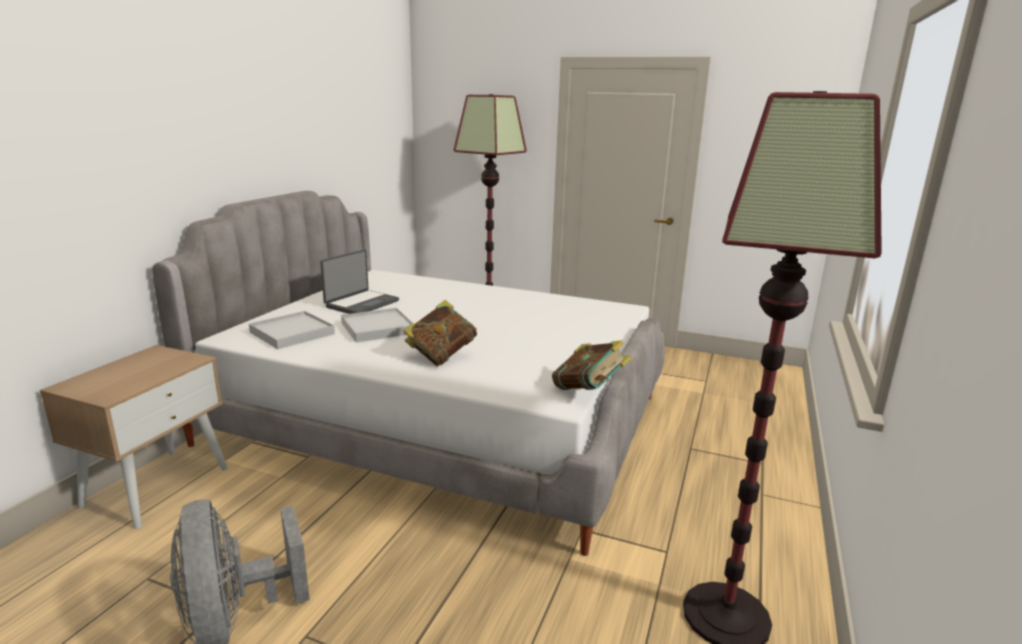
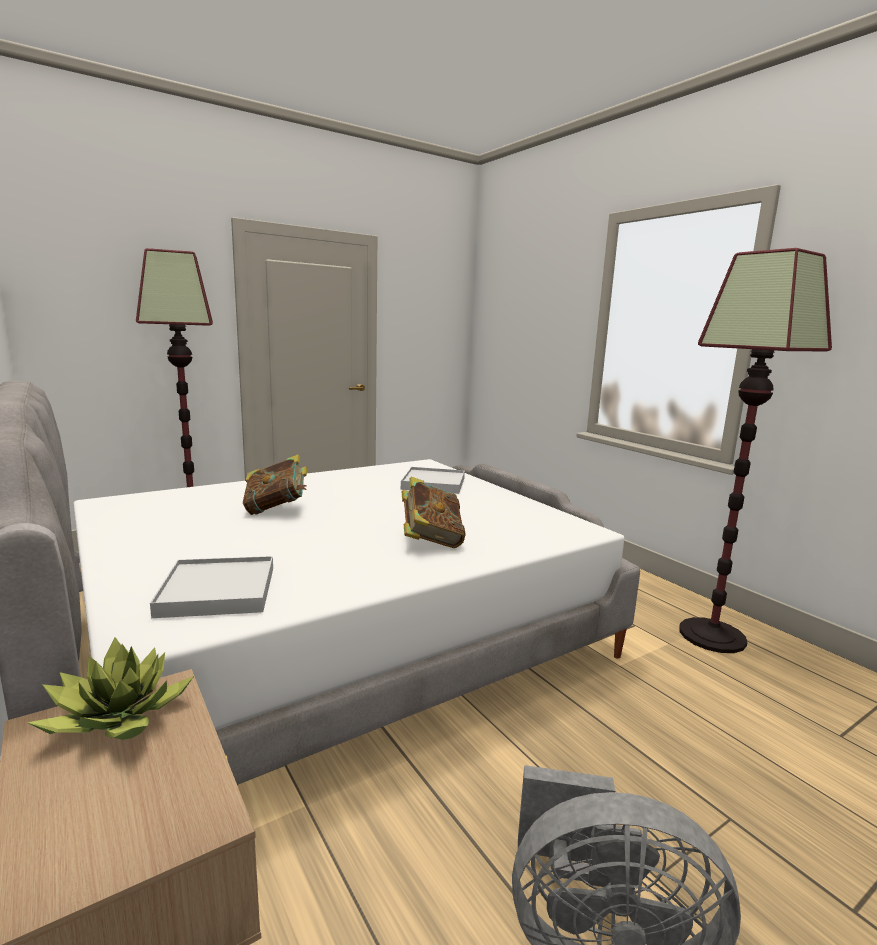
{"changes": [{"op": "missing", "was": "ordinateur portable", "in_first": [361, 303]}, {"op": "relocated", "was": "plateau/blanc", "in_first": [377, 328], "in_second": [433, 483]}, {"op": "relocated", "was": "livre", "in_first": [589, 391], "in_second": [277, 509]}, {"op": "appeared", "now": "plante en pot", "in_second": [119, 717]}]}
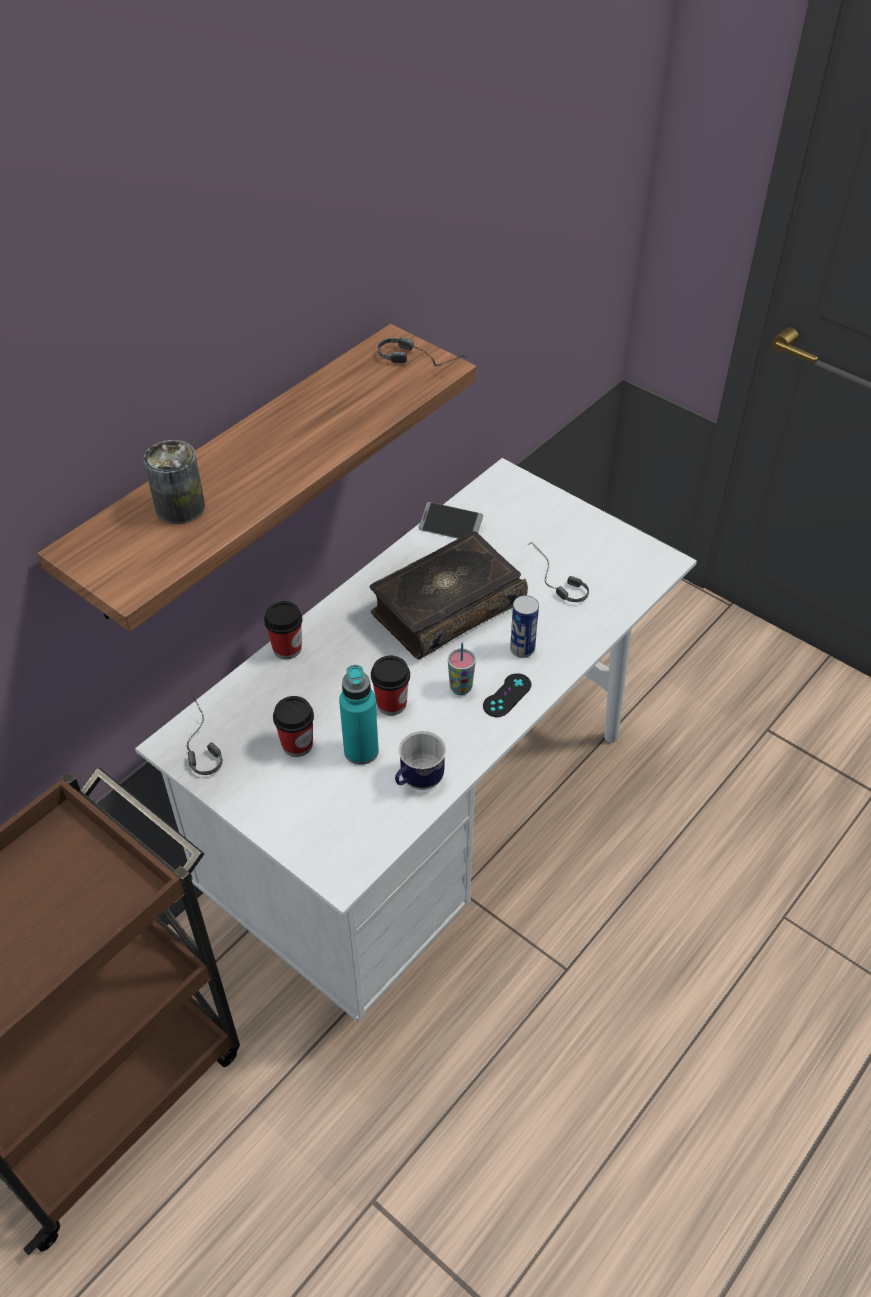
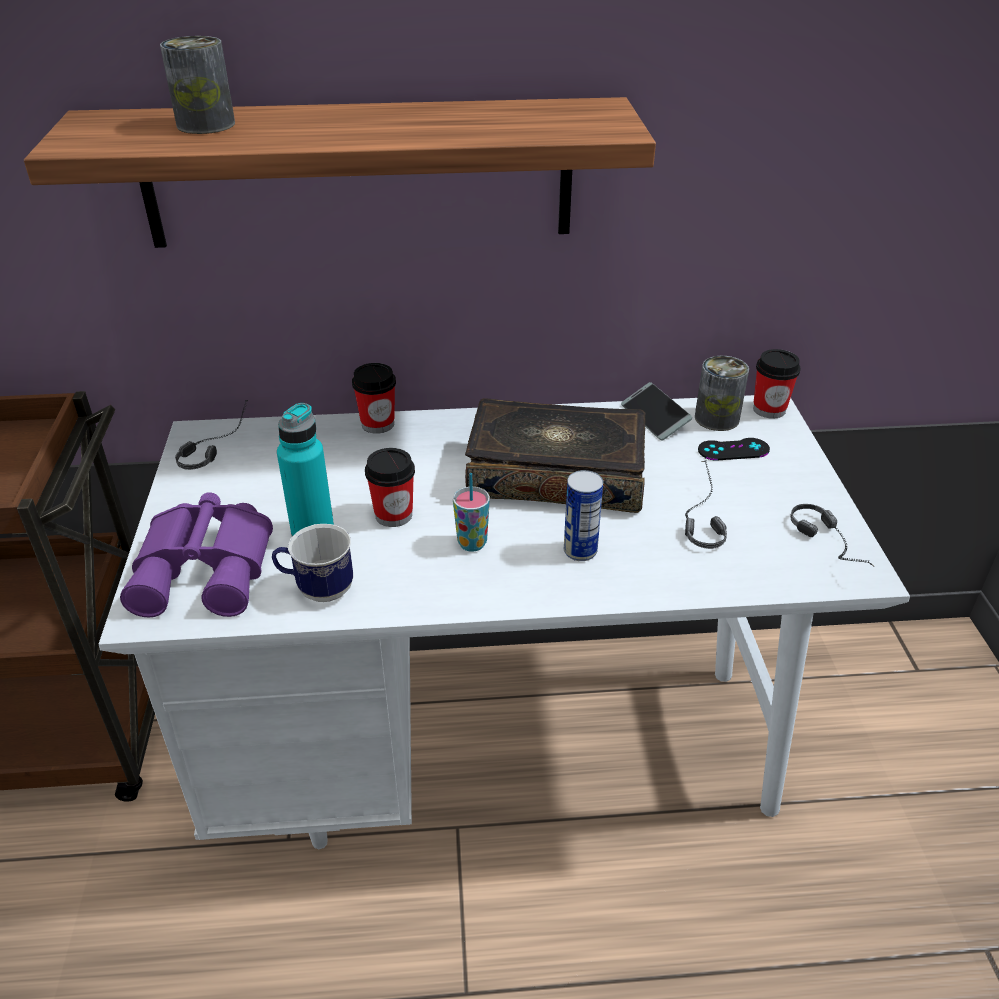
{"changes": [{"op": "relocated", "was": "casque audio", "in_first": [423, 360], "in_second": [835, 546]}, {"op": "relocated", "was": "manette/noir", "in_first": [507, 695], "in_second": [733, 450]}, {"op": "relocated", "was": "tasse", "in_first": [297, 744], "in_second": [769, 409]}, {"op": "appeared", "now": "boîte métallique", "in_second": [717, 418]}, {"op": "appeared", "now": "jumelles/violet", "in_second": [208, 568]}]}
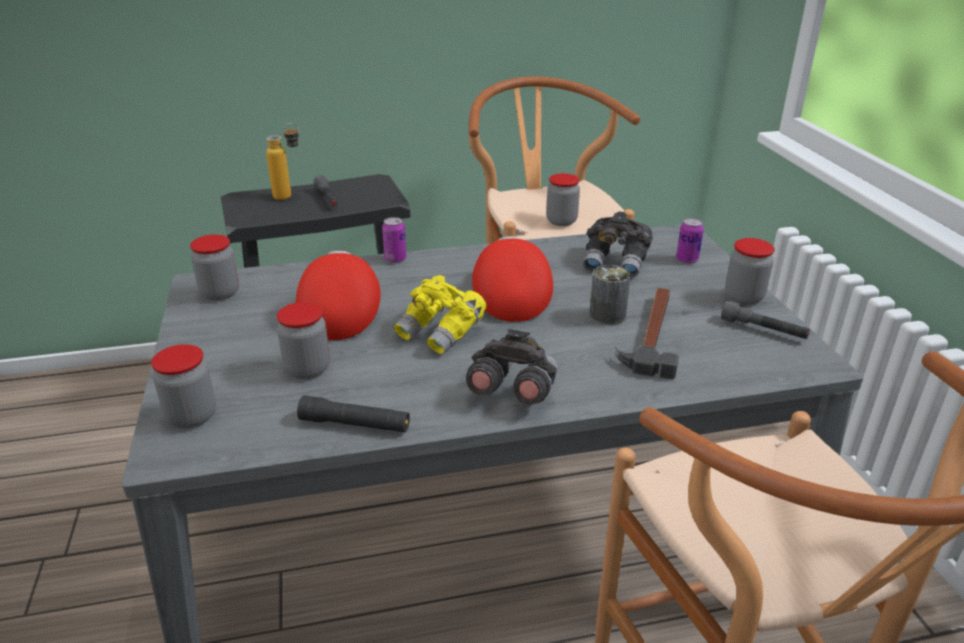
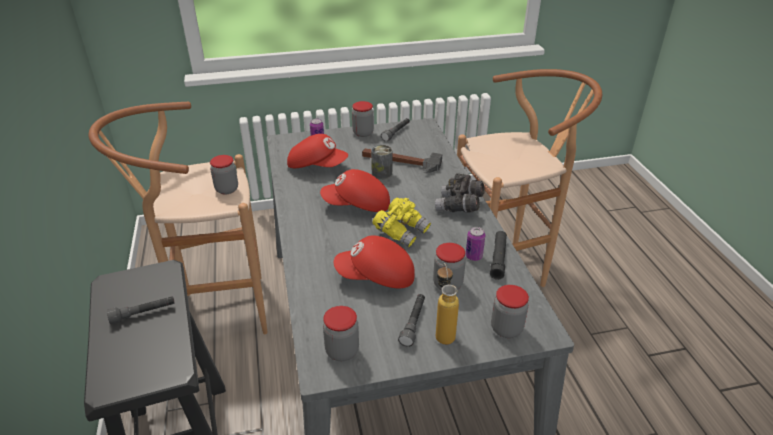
{"changes": [{"op": "relocated", "was": "bouteille", "in_first": [290, 196], "in_second": [443, 331]}, {"op": "exchanged", "was": "jumelles/gris", "now": "casquette/rouge", "in_first": [616, 262], "in_second": [317, 166]}, {"op": "relocated", "was": "boîte métallique", "in_first": [395, 259], "in_second": [474, 256]}, {"op": "appeared", "now": "lampe de poche/gris", "in_second": [413, 323]}]}
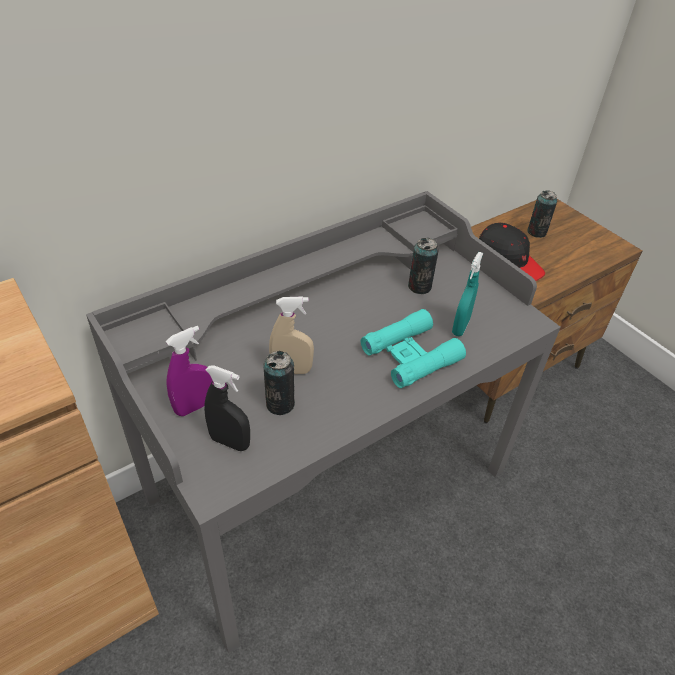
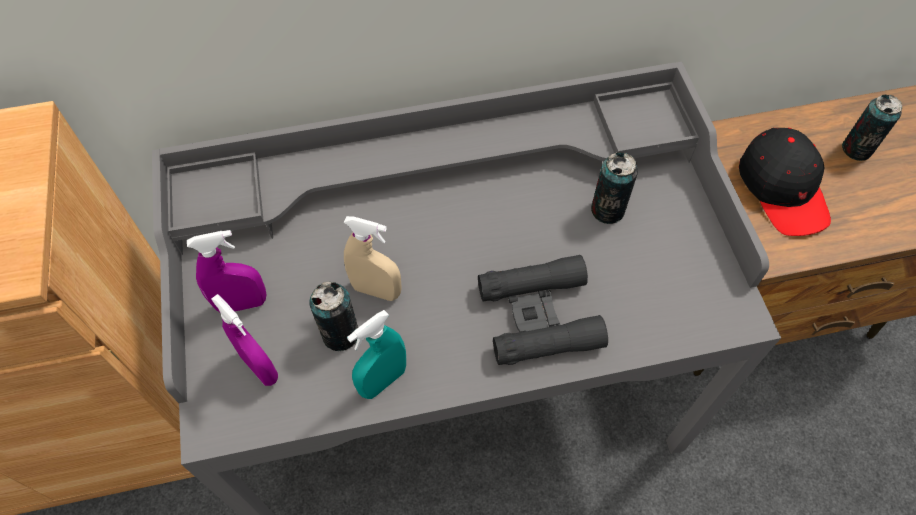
{"changes": [{"op": "relocated", "was": "vaporisateur/turquoise", "in_first": [460, 327], "in_second": [383, 381]}, {"op": "colour", "was": "jumelles/turquoise", "now": "jumelles/noir", "in_first": [410, 355], "in_second": [539, 316]}, {"op": "colour", "was": "vaporisateur/noir", "now": "vaporisateur/violet", "in_first": [230, 442], "in_second": [260, 367]}]}
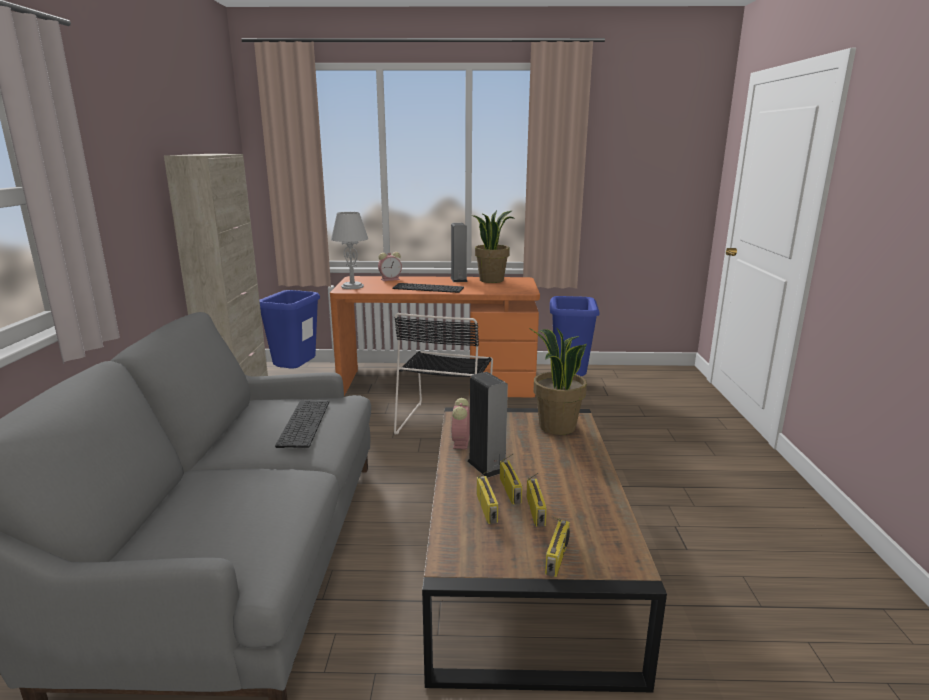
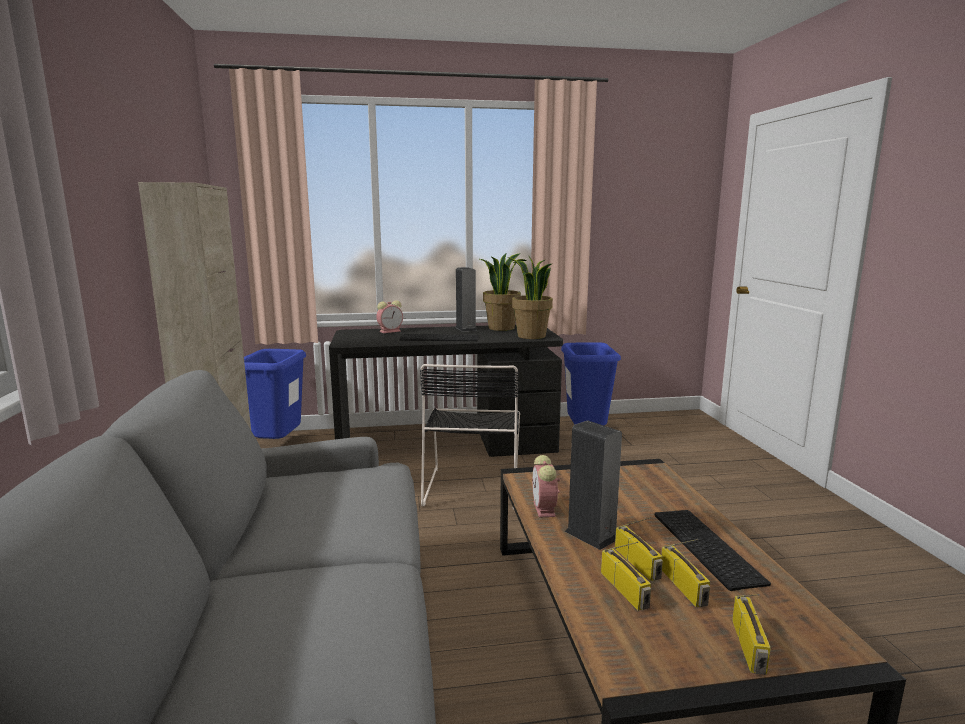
{"changes": [{"op": "missing", "was": "lampe de table/gris", "in_first": [352, 286]}, {"op": "colour", "was": "bureau/orange", "now": "bureau/noir", "in_first": [438, 383], "in_second": [447, 445]}, {"op": "relocated", "was": "plante en pot", "in_first": [556, 427], "in_second": [531, 336]}, {"op": "relocated", "was": "clavier", "in_first": [302, 422], "in_second": [703, 546]}]}
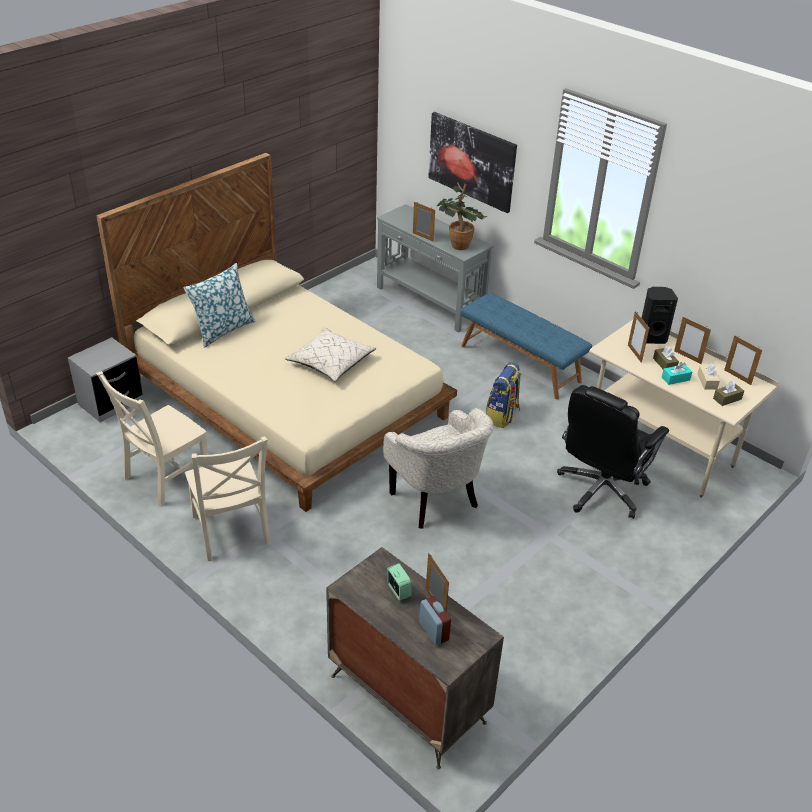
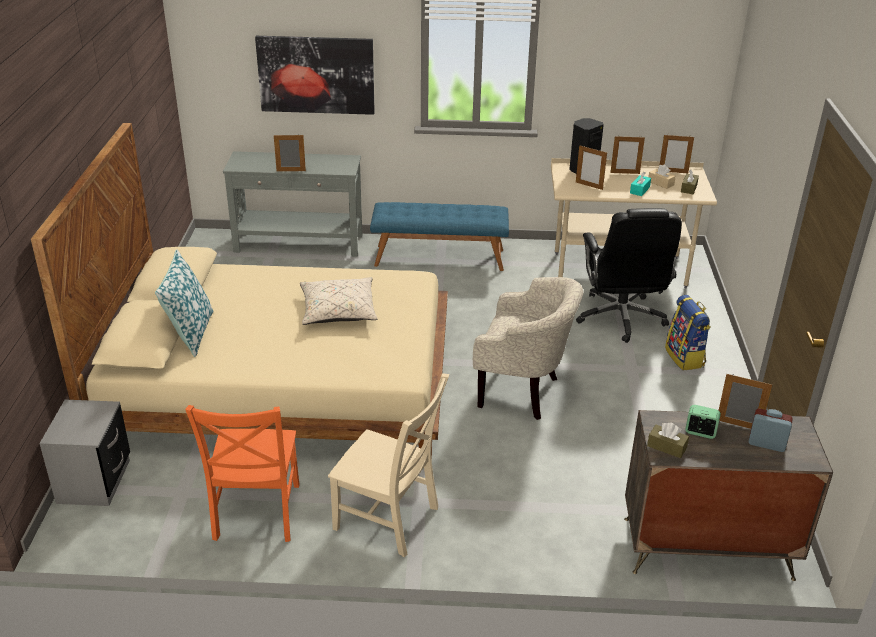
{"changes": [{"op": "missing", "was": "plante en pot", "in_first": [458, 243]}, {"op": "relocated", "was": "boîte à mouchoirs/marron", "in_first": [664, 364], "in_second": [666, 447]}, {"op": "relocated", "was": "sac à dos", "in_first": [502, 416], "in_second": [685, 357]}, {"op": "colour", "was": "chaise/beige", "now": "chaise/orange", "in_first": [164, 478], "in_second": [256, 515]}]}
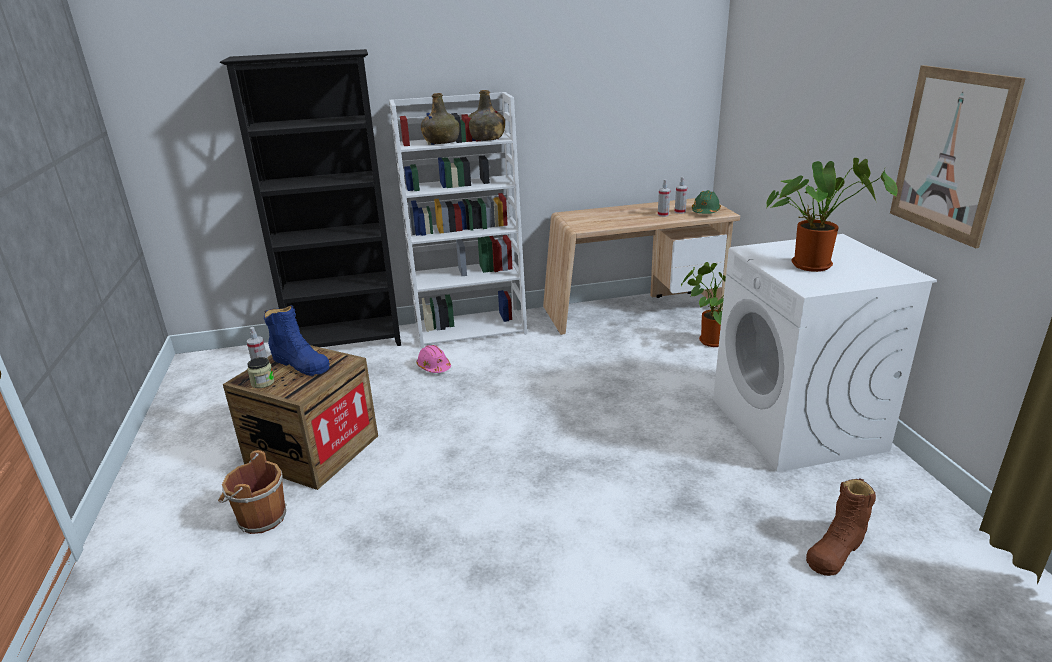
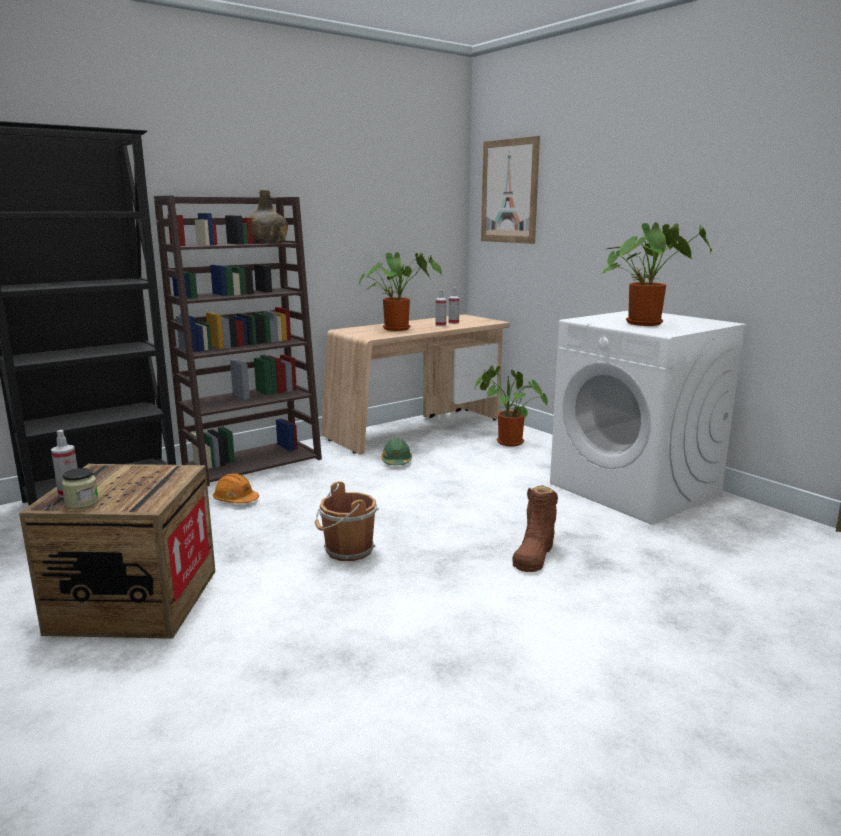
{"changes": [{"op": "relocated", "was": "tableau", "in_first": [950, 154], "in_second": [509, 191]}, {"op": "colour", "was": "bibliothèque/blanc", "now": "bibliothèque/marron", "in_first": [471, 328], "in_second": [253, 462]}, {"op": "missing", "was": "bouteille/vert", "in_first": [442, 141]}, {"op": "relocated", "was": "casque de chantier/vert", "in_first": [705, 211], "in_second": [396, 461]}, {"op": "missing", "was": "botte/bleu", "in_first": [300, 363]}, {"op": "colour", "was": "casque de chantier/rose", "now": "casque de chantier/orange", "in_first": [434, 367], "in_second": [235, 500]}, {"op": "relocated", "was": "seau/marron", "in_first": [259, 518], "in_second": [347, 551]}, {"op": "relocated", "was": "botte/marron", "in_first": [836, 549], "in_second": [534, 554]}, {"op": "appeared", "now": "plante en pot", "in_second": [399, 328]}]}
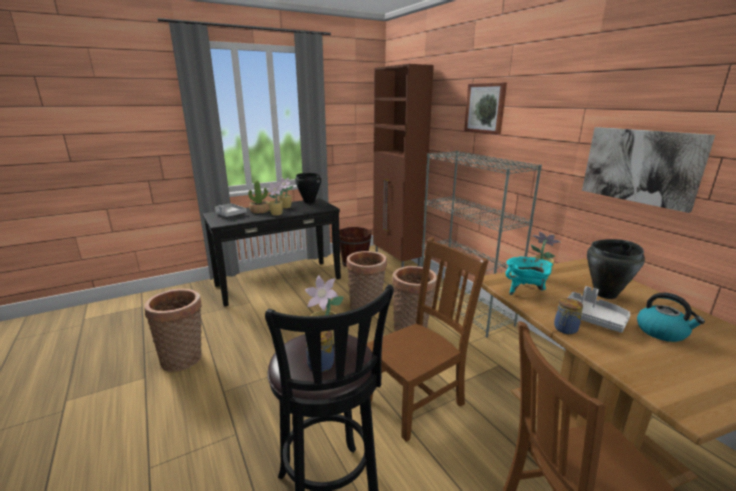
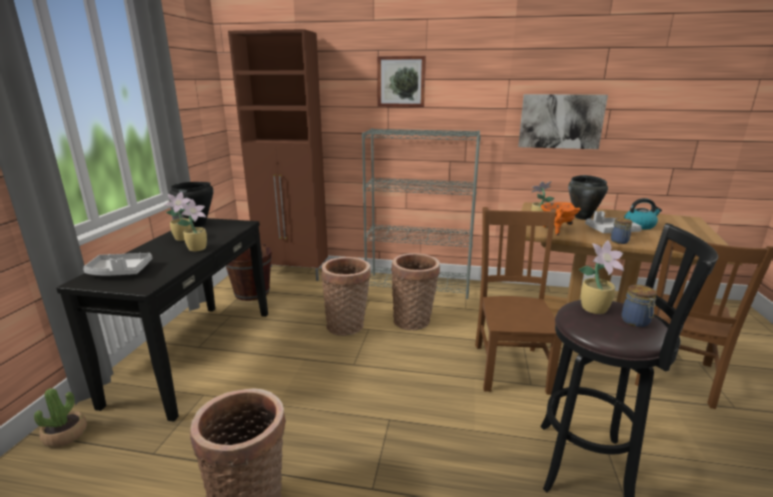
{"changes": [{"op": "relocated", "was": "plante en pot", "in_first": [260, 211], "in_second": [65, 435]}, {"op": "colour", "was": "marmite/turquoise", "now": "marmite/orange", "in_first": [525, 291], "in_second": [556, 230]}]}
